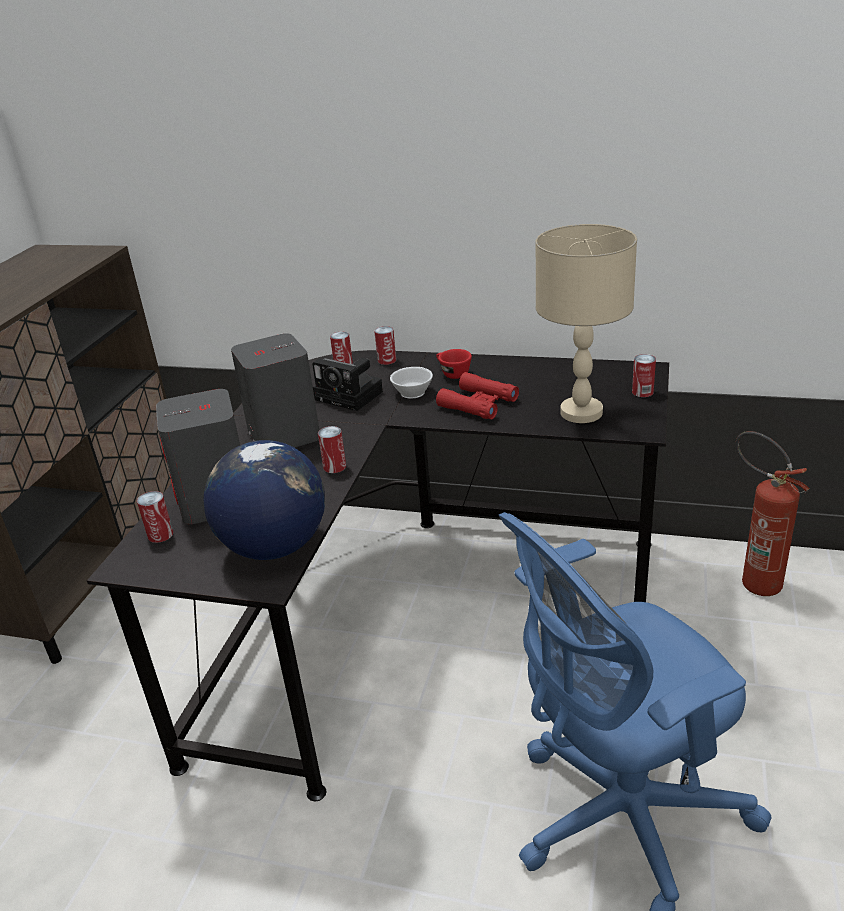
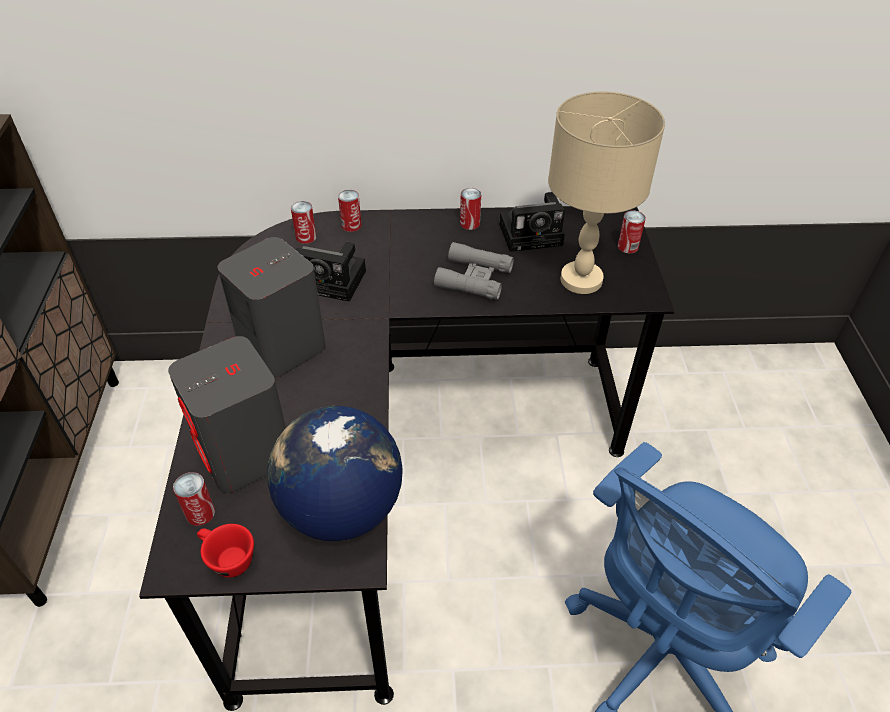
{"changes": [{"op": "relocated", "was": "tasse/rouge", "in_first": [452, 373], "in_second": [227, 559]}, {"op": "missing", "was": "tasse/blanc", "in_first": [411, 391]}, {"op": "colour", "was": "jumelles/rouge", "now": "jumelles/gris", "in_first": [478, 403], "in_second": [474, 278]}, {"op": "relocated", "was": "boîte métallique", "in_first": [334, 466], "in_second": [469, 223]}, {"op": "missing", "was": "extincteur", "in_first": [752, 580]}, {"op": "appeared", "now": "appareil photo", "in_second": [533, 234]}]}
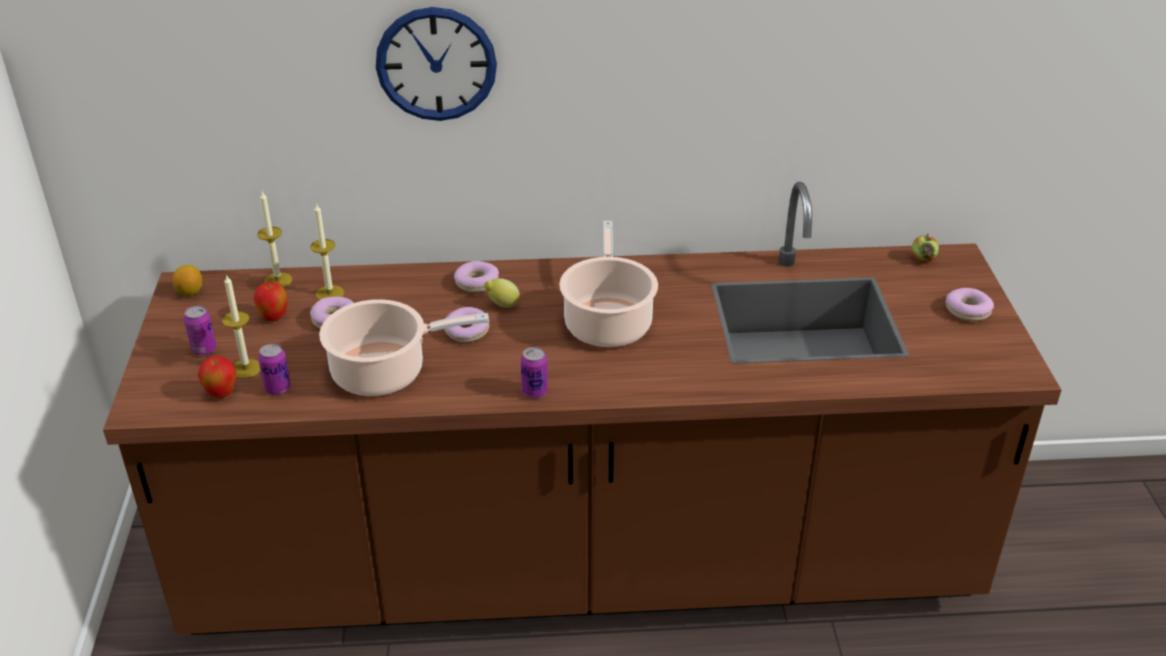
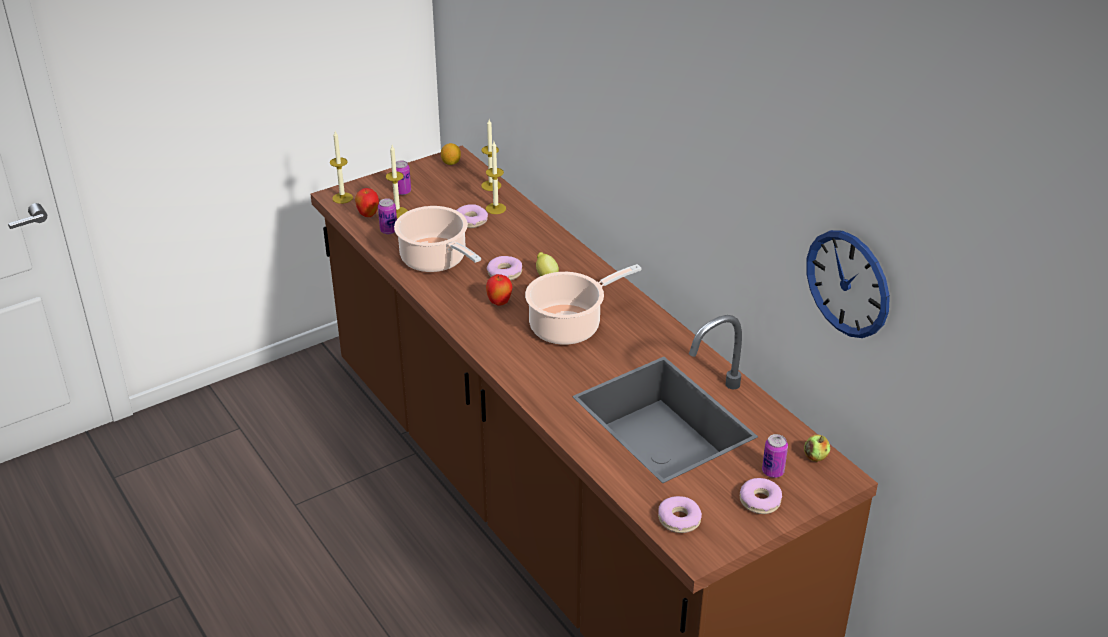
{"changes": [{"op": "relocated", "was": "horloge murale", "in_first": [436, 64], "in_second": [848, 283]}, {"op": "relocated", "was": "beignet", "in_first": [477, 283], "in_second": [679, 520]}, {"op": "relocated", "was": "pomme", "in_first": [274, 318], "in_second": [499, 303]}, {"op": "relocated", "was": "boîte métallique", "in_first": [534, 392], "in_second": [773, 471]}, {"op": "appeared", "now": "bougie", "in_second": [342, 198]}]}
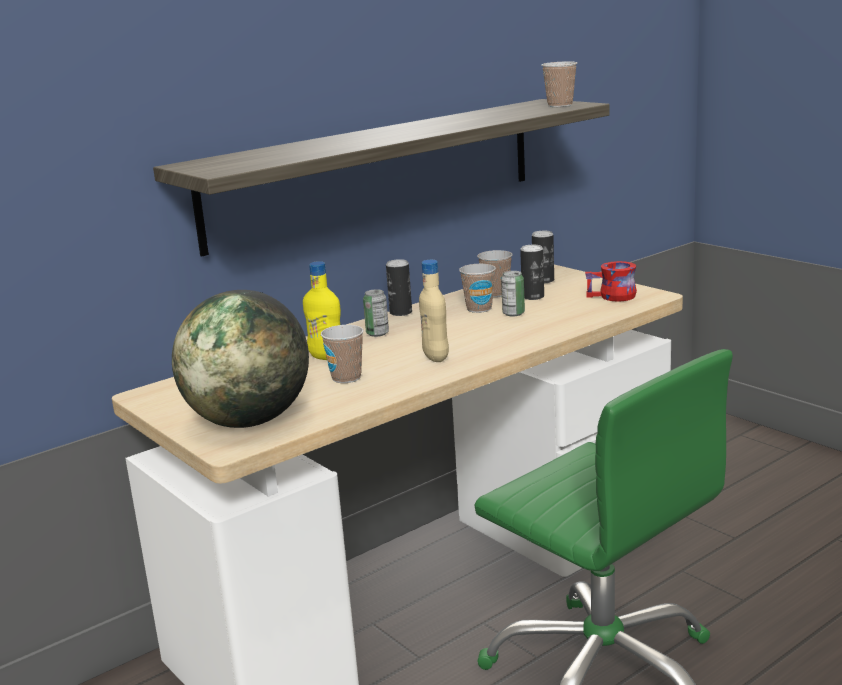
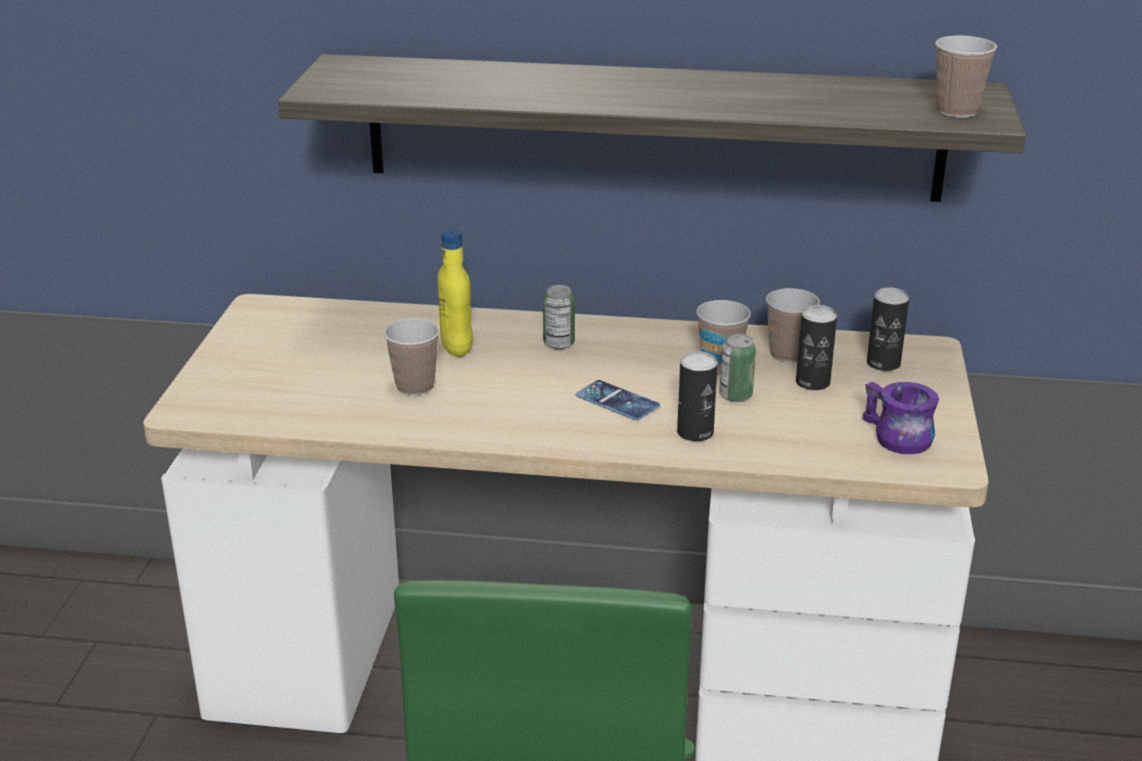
{"changes": [{"op": "relocated", "was": "boîte métallique", "in_first": [400, 312], "in_second": [695, 432]}, {"op": "missing", "was": "bouteille/beige", "in_first": [436, 357]}, {"op": "colour", "was": "mug/rouge", "now": "mug/violet", "in_first": [612, 297], "in_second": [893, 437]}, {"op": "missing", "was": "globe", "in_first": [249, 421]}, {"op": "appeared", "now": "téléphone", "in_second": [617, 401]}]}
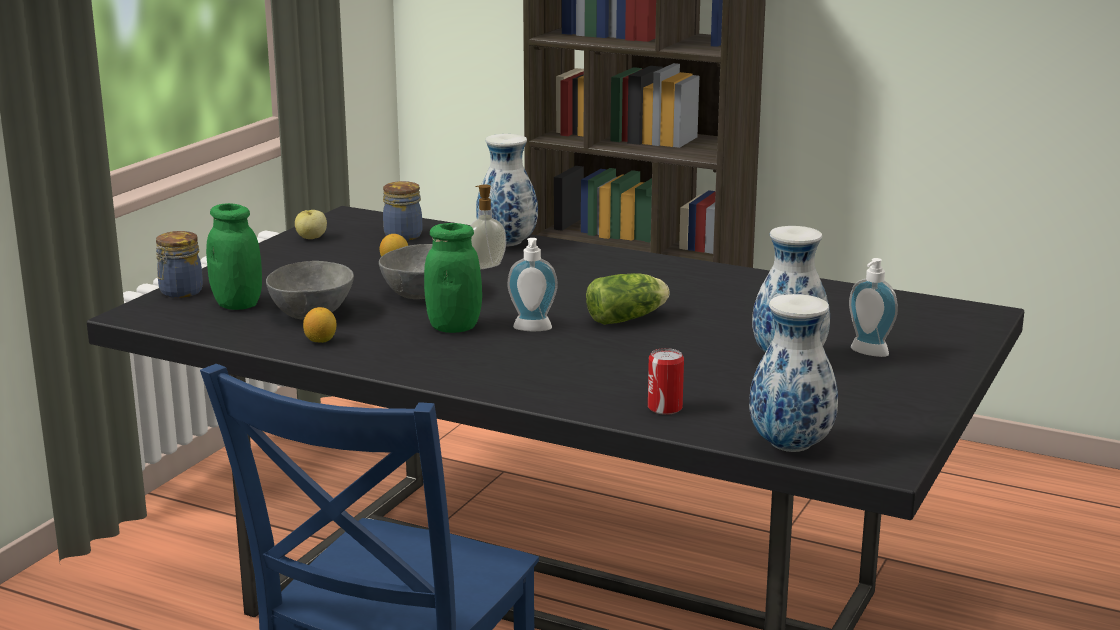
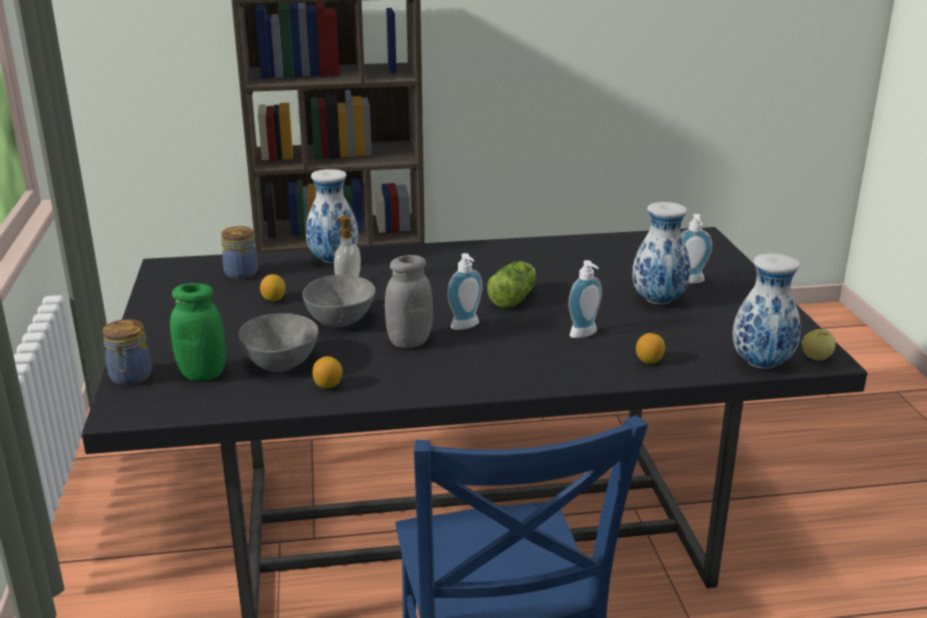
{"changes": [{"op": "relocated", "was": "pomme", "in_first": [311, 238], "in_second": [817, 358]}, {"op": "colour", "was": "bocal/vert", "now": "bocal/gris", "in_first": [454, 327], "in_second": [409, 341]}, {"op": "exchanged", "was": "boîte métallique", "now": "citron", "in_first": [665, 408], "in_second": [649, 361]}, {"op": "appeared", "now": "distributeur de savon", "in_second": [585, 335]}]}
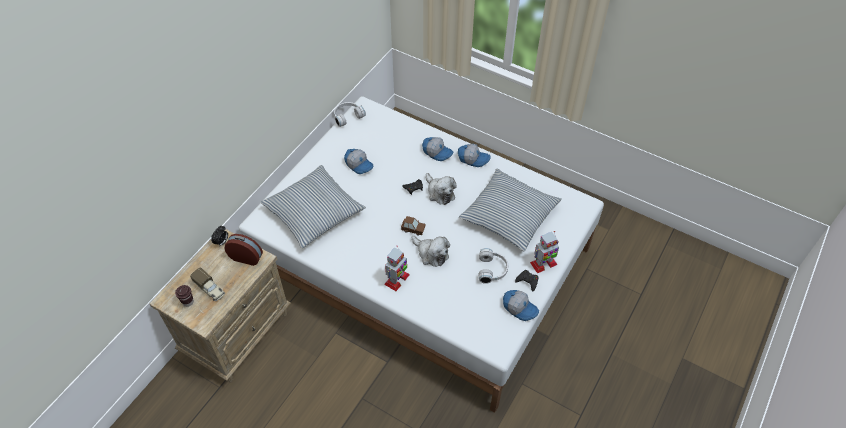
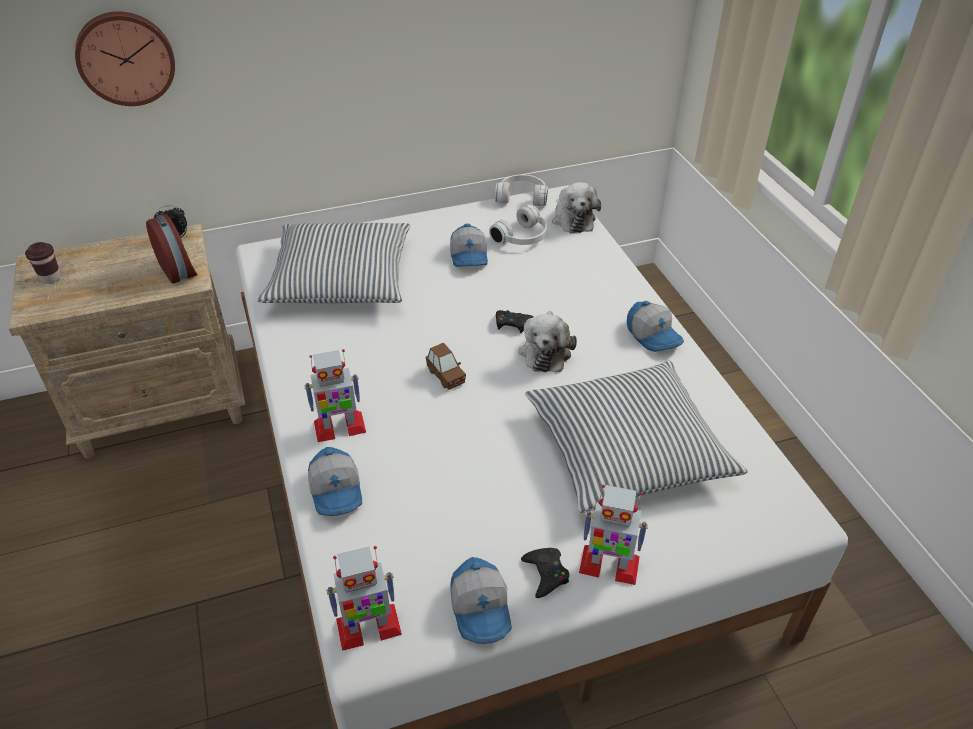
{"changes": [{"op": "relocated", "was": "casquette", "in_first": [437, 152], "in_second": [337, 491]}, {"op": "relocated", "was": "peluche", "in_first": [431, 254], "in_second": [573, 218]}, {"op": "relocated", "was": "casque audio/blanc", "in_first": [493, 269], "in_second": [523, 238]}, {"op": "missing", "was": "camion jouet", "in_first": [210, 289]}, {"op": "appeared", "now": "horloge murale", "in_second": [125, 57]}, {"op": "appeared", "now": "robot jouet", "in_second": [368, 627]}]}
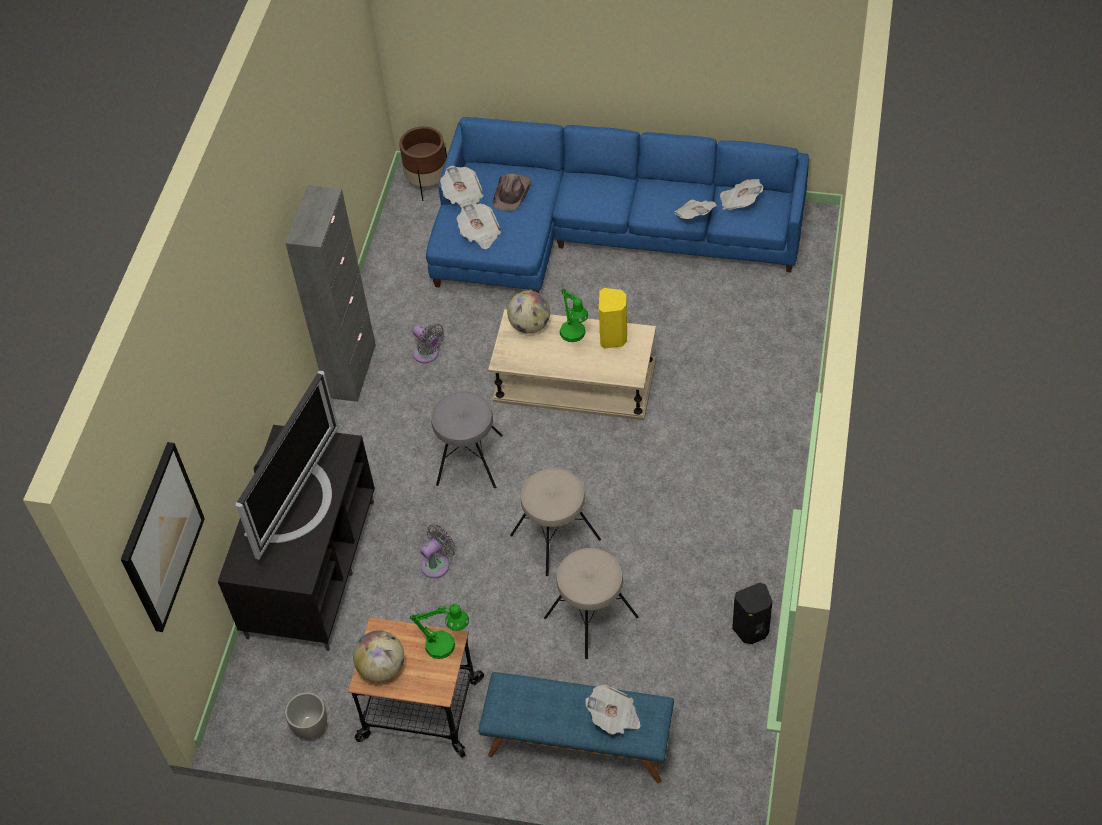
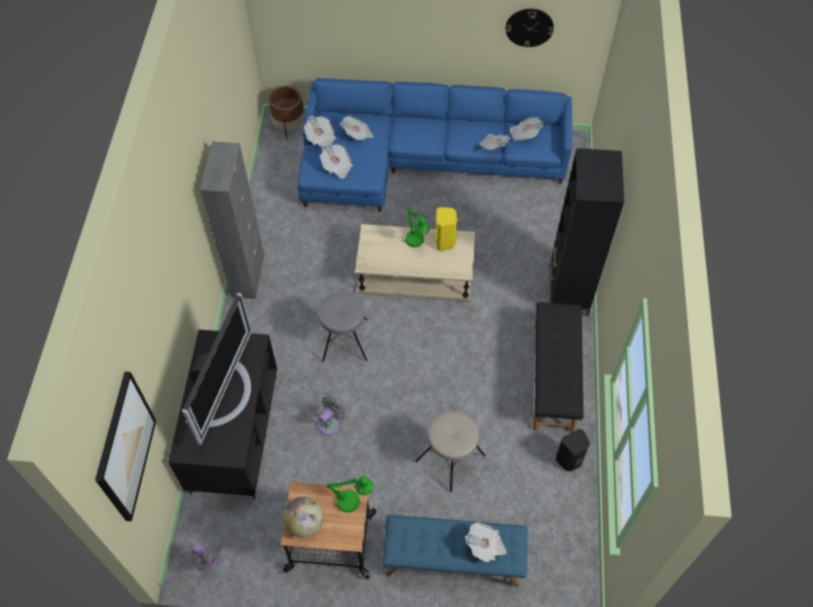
{"changes": [{"op": "exchanged", "was": "chapeau/marron", "now": "journal", "in_first": [512, 193], "in_second": [357, 134]}, {"op": "missing", "was": "globe", "in_first": [530, 325]}, {"op": "relocated", "was": "ventilateur/gris", "in_first": [428, 354], "in_second": [208, 561]}, {"op": "missing", "was": "tabouret/beige", "in_first": [556, 537]}, {"op": "missing", "was": "cache-pot", "in_first": [310, 727]}, {"op": "appeared", "now": "horloge murale", "in_second": [529, 27]}, {"op": "appeared", "now": "bibliothèque/noir", "in_second": [568, 290]}, {"op": "appeared", "now": "banc/noir", "in_second": [554, 378]}]}
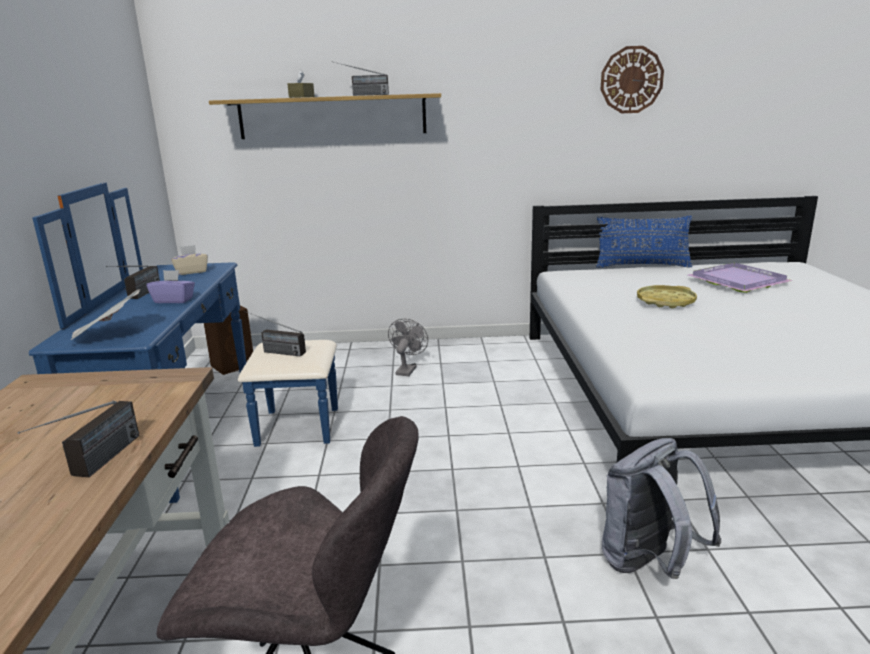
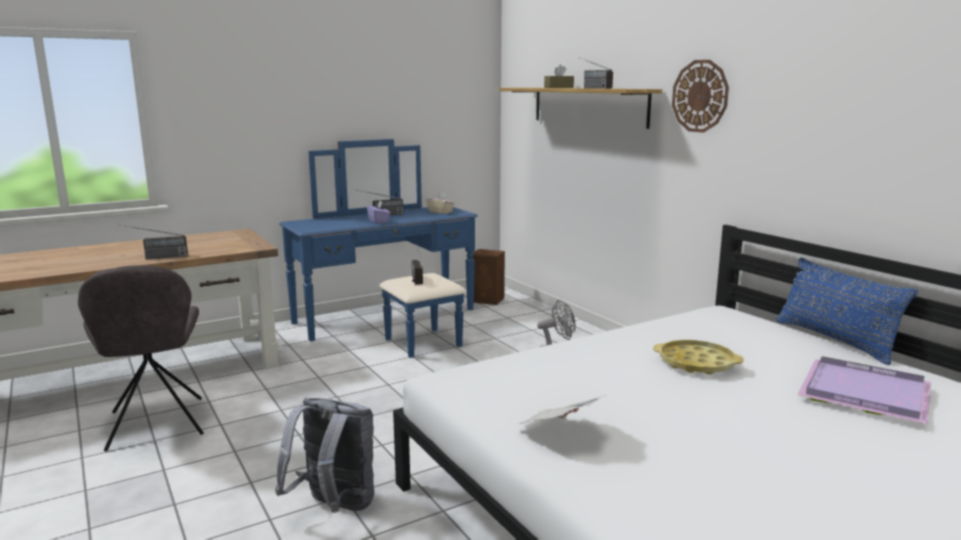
{"changes": [{"op": "relocated", "was": "horloge murale", "in_first": [631, 80], "in_second": [700, 96]}, {"op": "relocated", "was": "journal", "in_first": [107, 334], "in_second": [558, 432]}]}
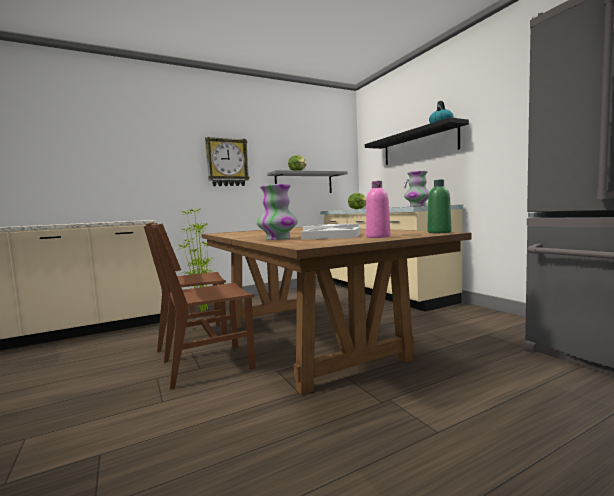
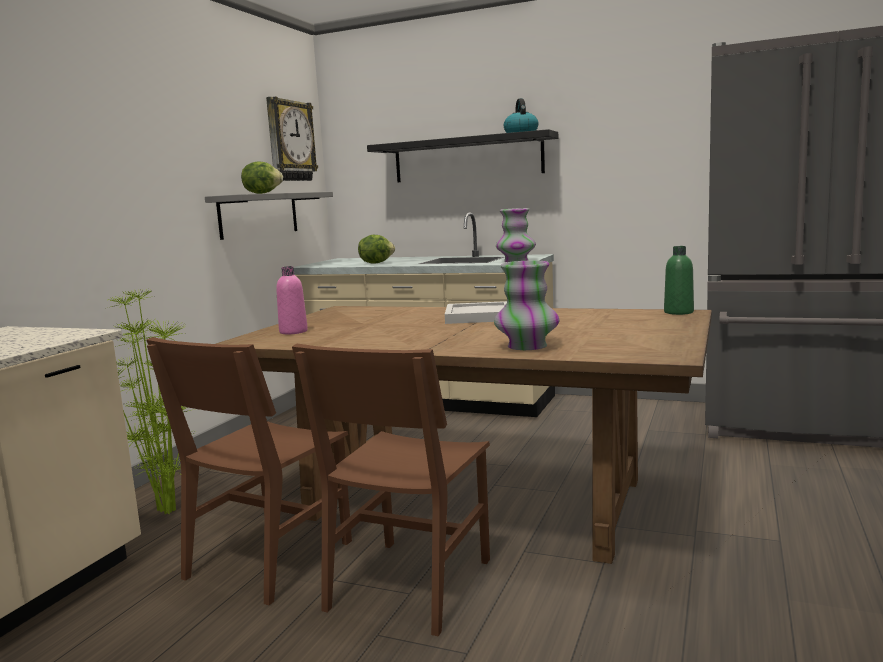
{"changes": [{"op": "relocated", "was": "horloge murale", "in_first": [227, 162], "in_second": [290, 141]}, {"op": "relocated", "was": "bouteille/rose", "in_first": [378, 237], "in_second": [293, 332]}, {"op": "missing", "was": "plateau/blanc", "in_first": [331, 236]}]}
